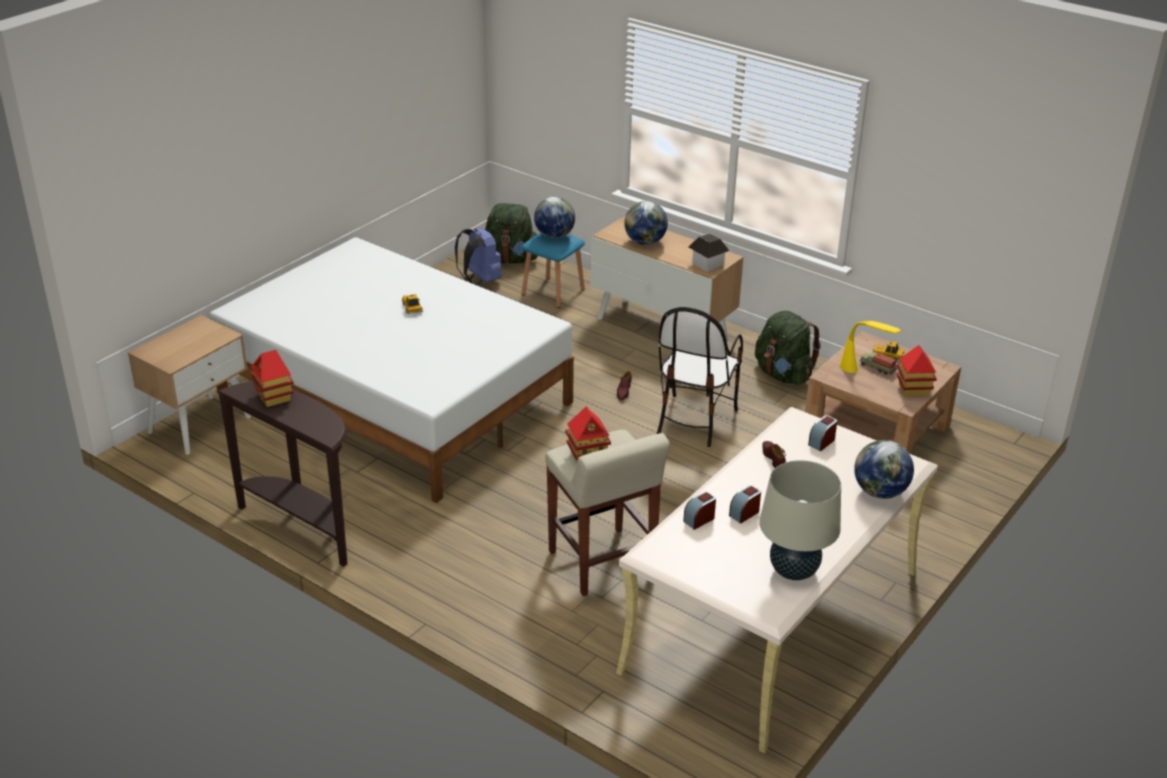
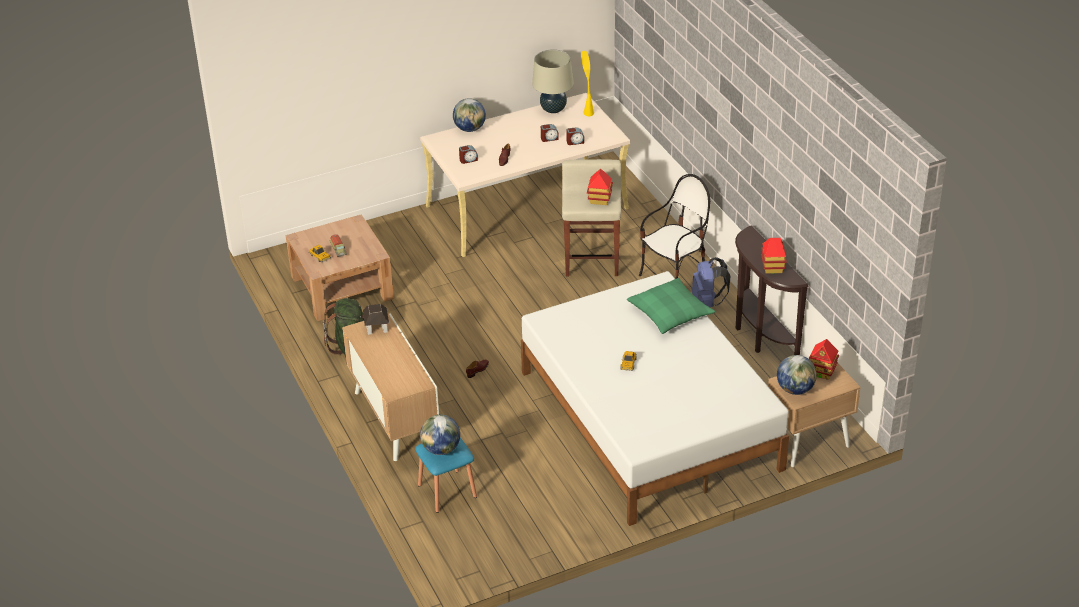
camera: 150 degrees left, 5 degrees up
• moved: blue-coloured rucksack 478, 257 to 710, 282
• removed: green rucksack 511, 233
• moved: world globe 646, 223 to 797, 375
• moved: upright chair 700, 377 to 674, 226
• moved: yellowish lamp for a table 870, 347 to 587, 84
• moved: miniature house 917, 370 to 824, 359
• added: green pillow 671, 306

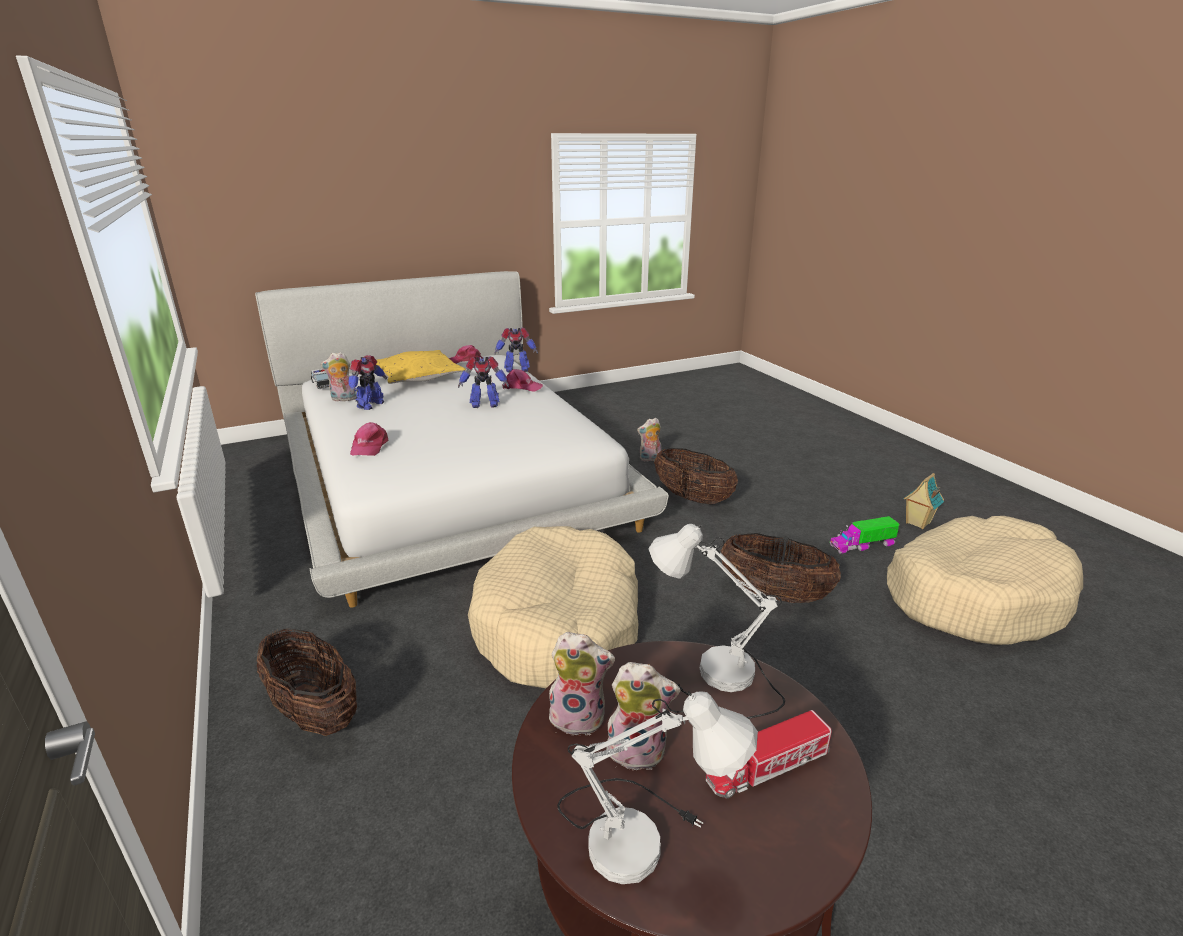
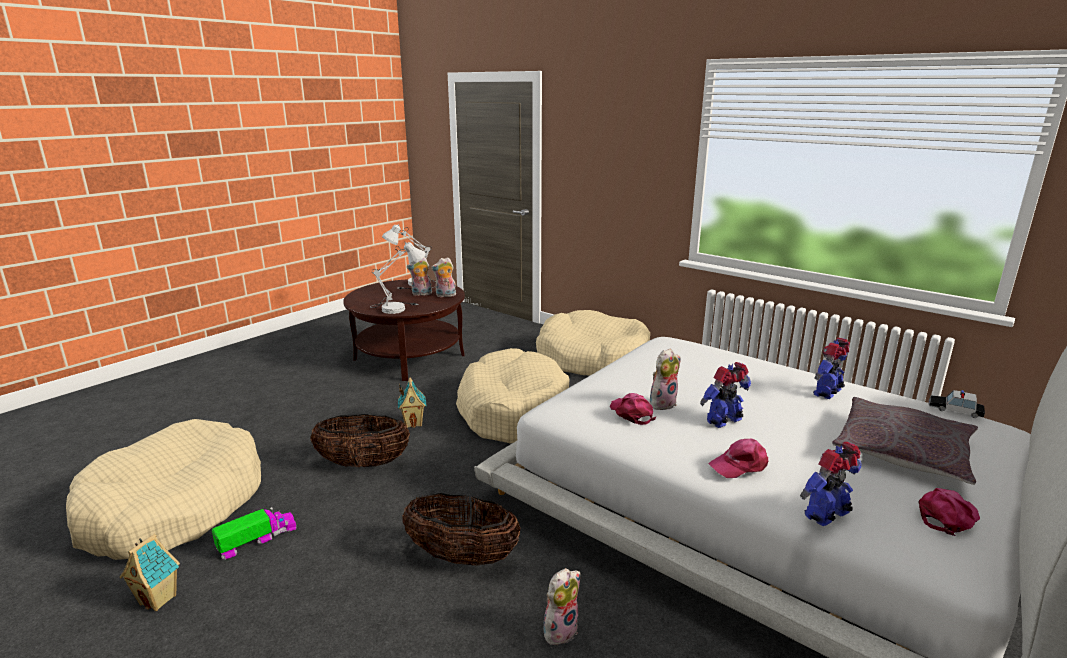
camera: 155 degrees right, 5 degrees down
• replaced: household basket 306, 681 to beige-coloured pet bed 593, 343
• moved: soft toy 338, 377 to 665, 379
• turned: model robot 368, 382 = 831, 368 45 degrees clockwise
• moved: pink baseball cap 369, 439 to 633, 409
• recoloured: yellowish pillow 421, 367 to grey pillow 905, 441
• removed: toy truck 769, 754
• added: miniature house 412, 403

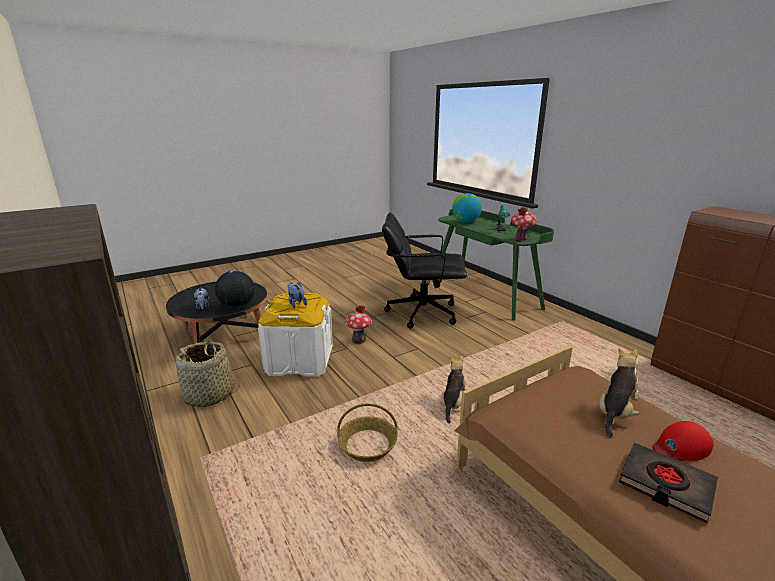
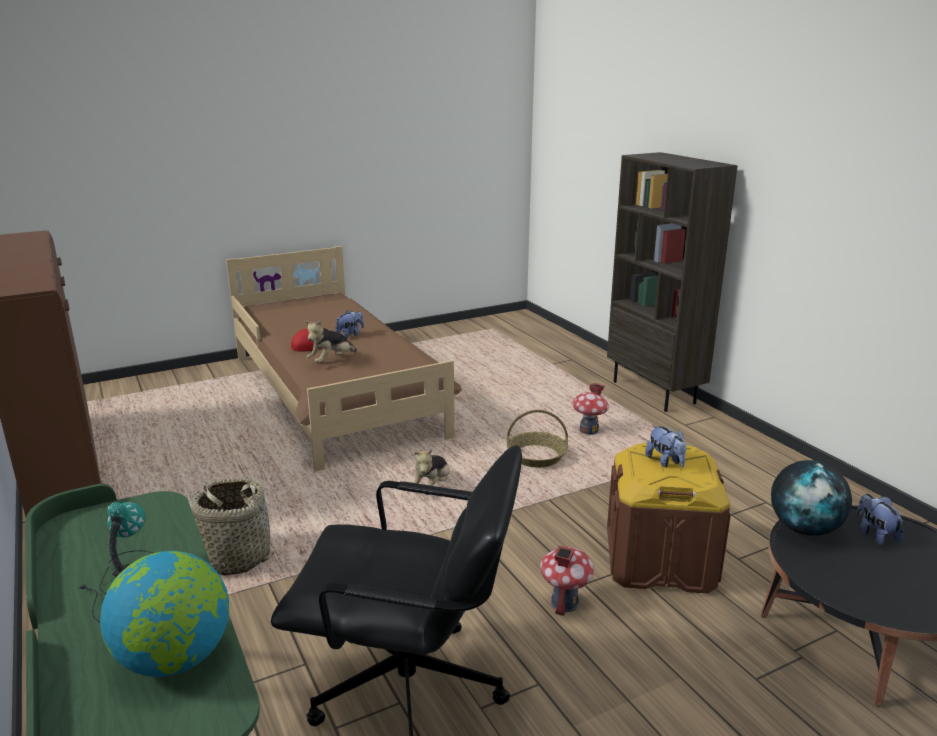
camera: 175 degrees left, 0 degrees up
• moved: household basket 207, 373 to 231, 527
• recoloured: white storage bin 295, 334 to brown storage bin 669, 518
• moved: miniature house 524, 224 to 590, 409
• replaced: black bound book 668, 483 to soft toy 349, 324

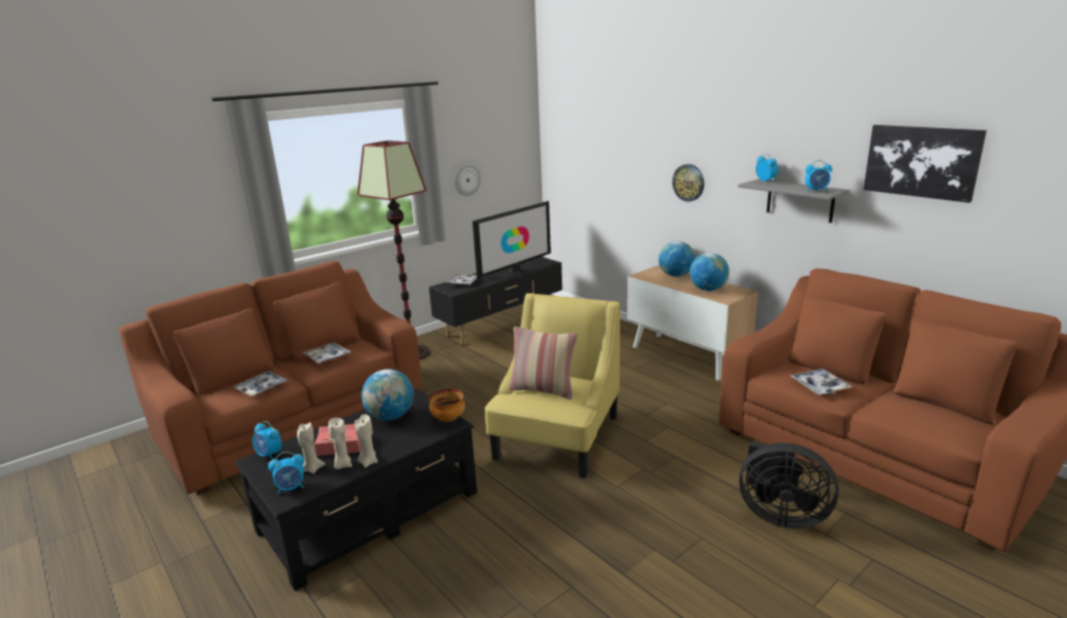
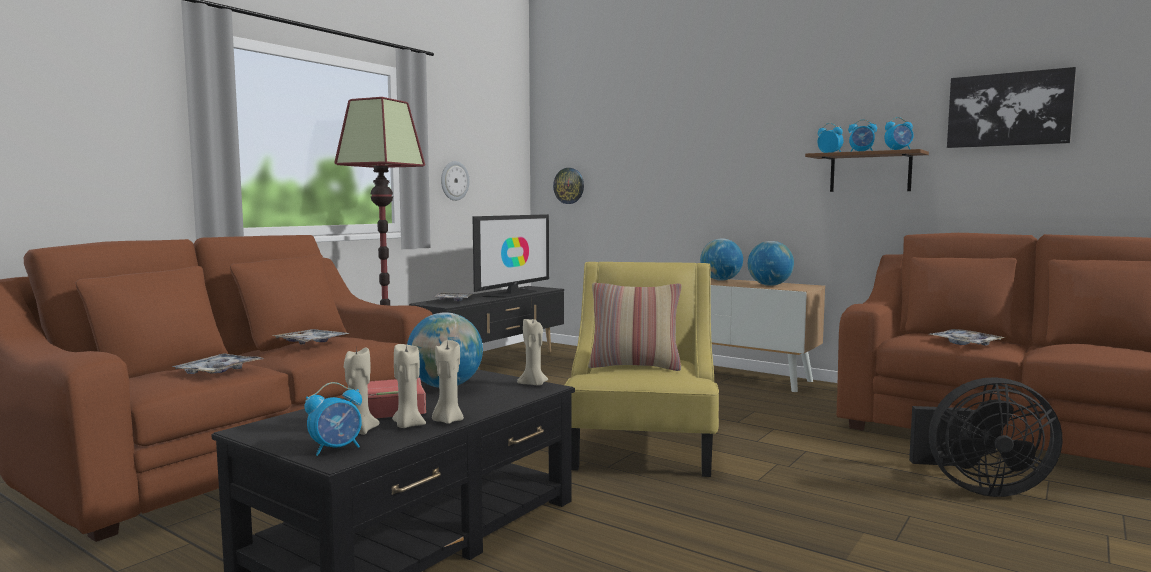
camera: 15 degrees left, 15 degrees down
• moved: table clock 267, 440 to 862, 135
• replaced: deep dish 447, 405 to beige-coloured wax light 532, 352
• moved: wall clock 688, 183 to 568, 186
• recoloured: grey shelf 794, 201 to brown shelf 867, 170

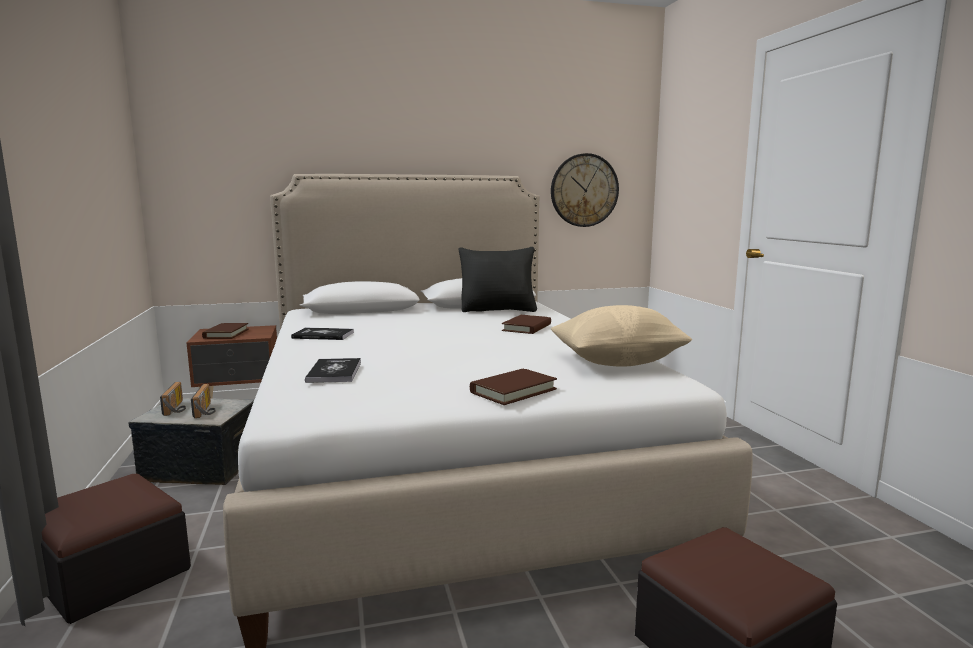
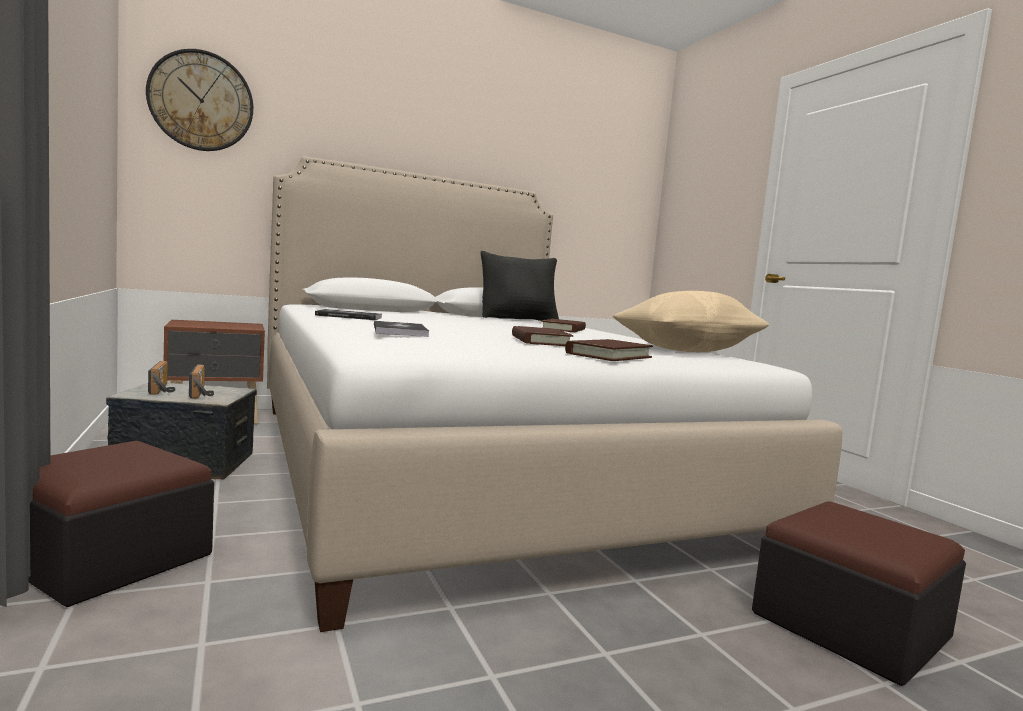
camera: 10 degrees left, 5 degrees down
• moved: brown bound book 225, 331 to 542, 336
• moved: wall clock 585, 190 to 199, 100

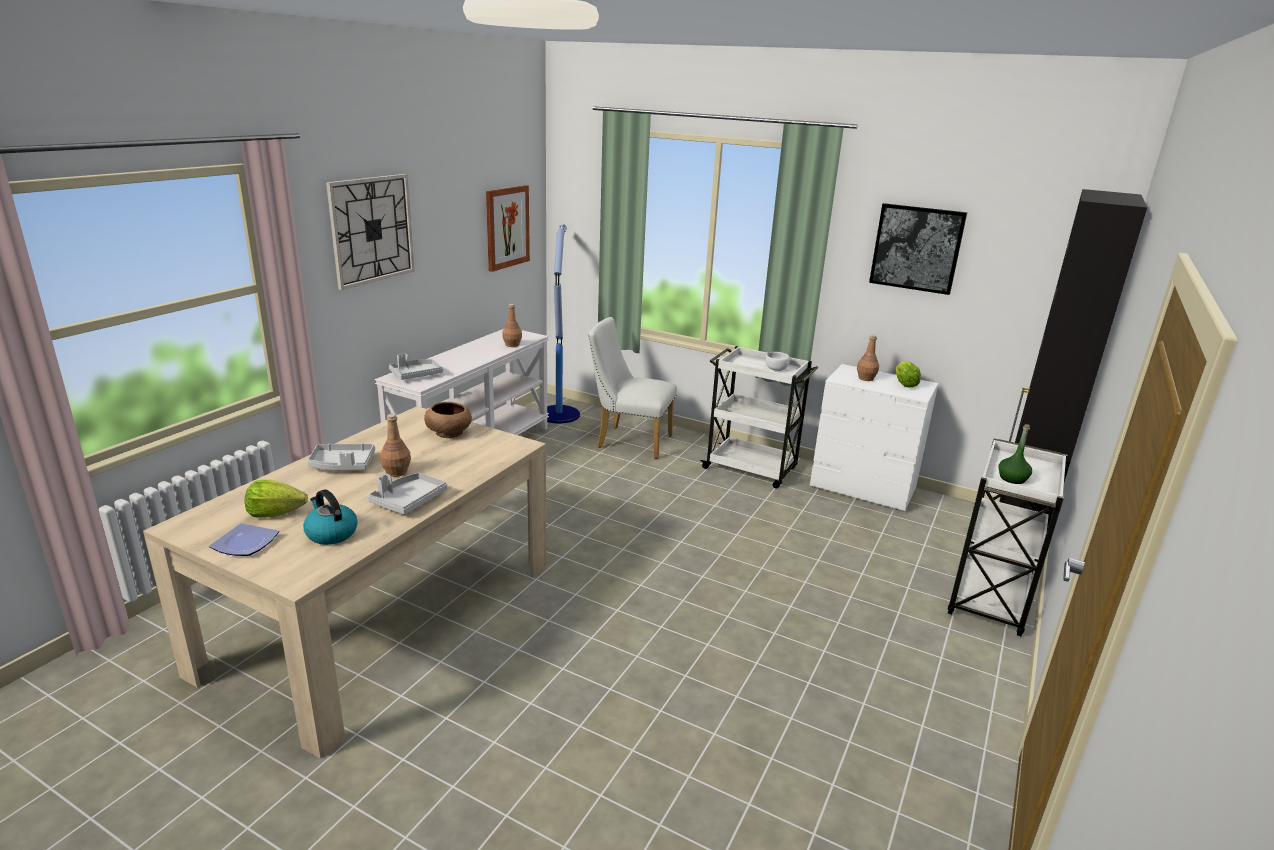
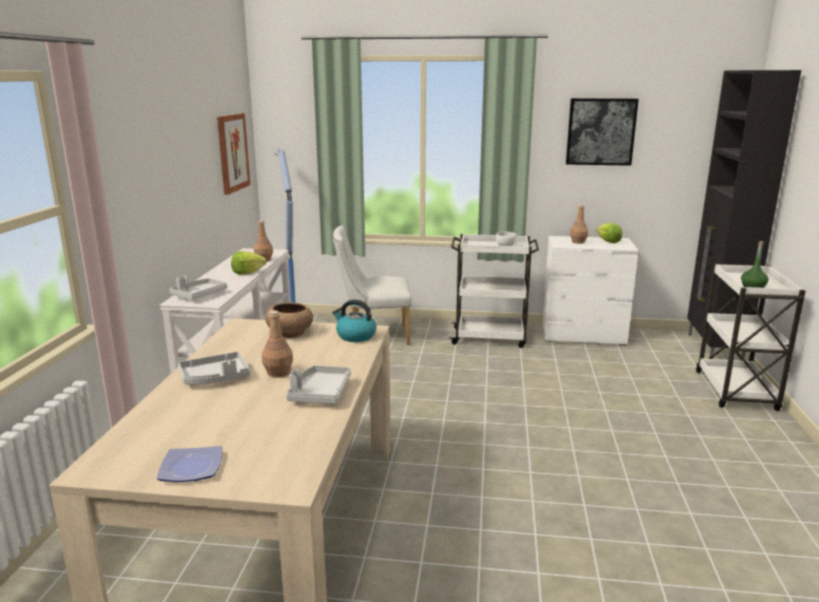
camera: 20 degrees left, 5 degrees down
• moved: lettuce head 276, 499 to 248, 263
• moved: kettle 330, 517 to 354, 321
• removed: wall clock 370, 232

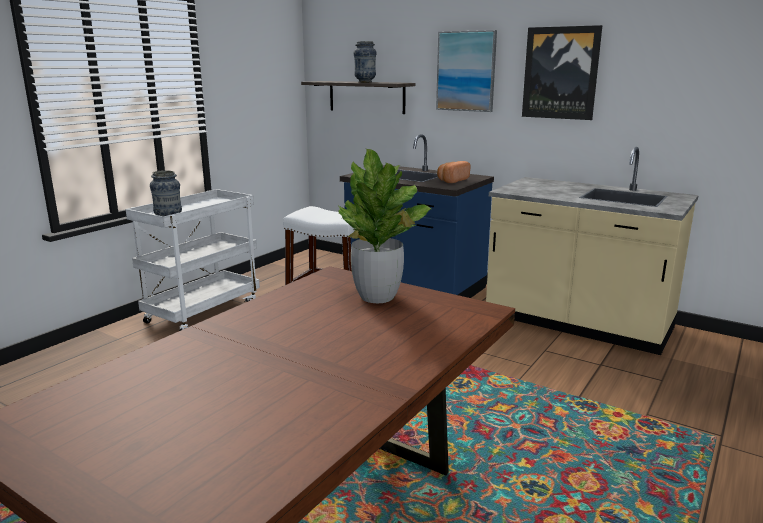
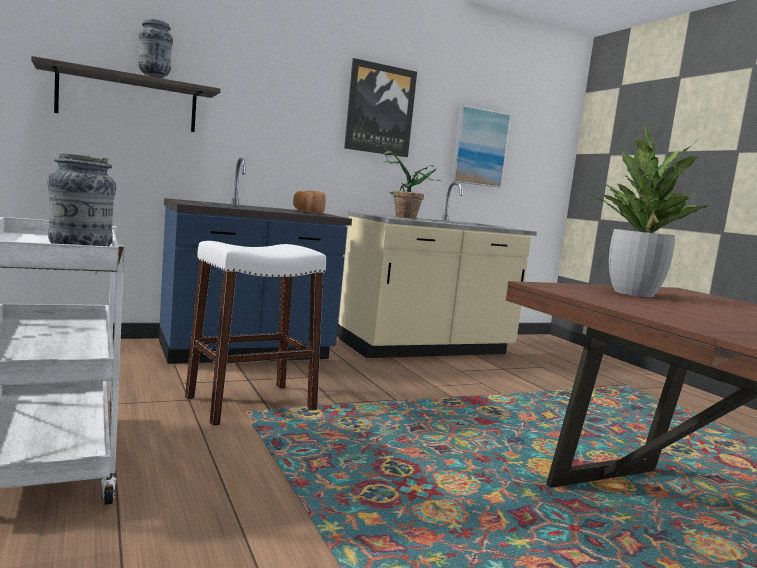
camera: 60 degrees left, 10 degrees down
• moved: wall art 466, 71 to 481, 146
• added: plant in a pot 411, 179

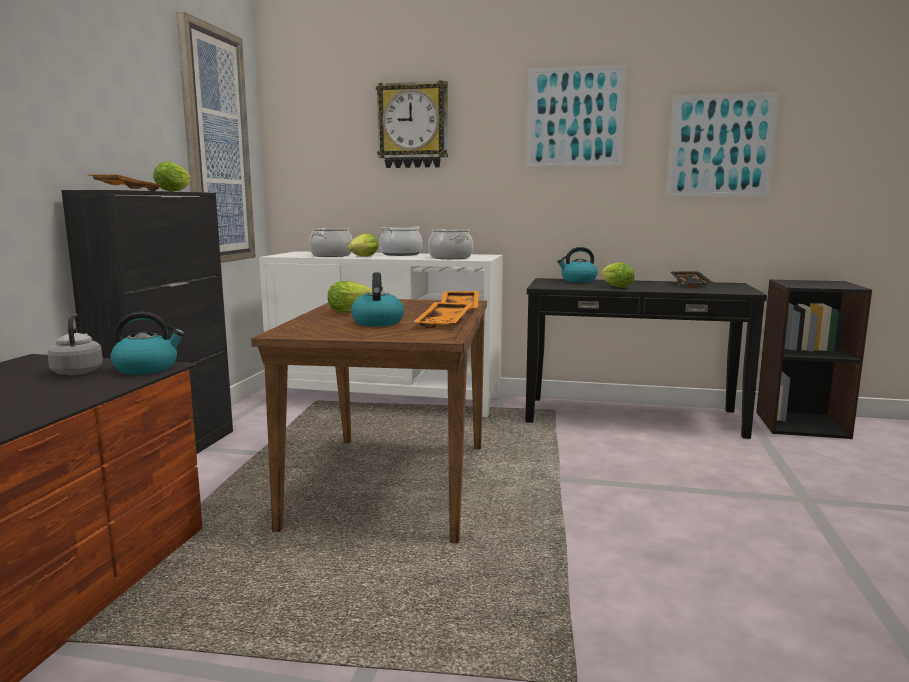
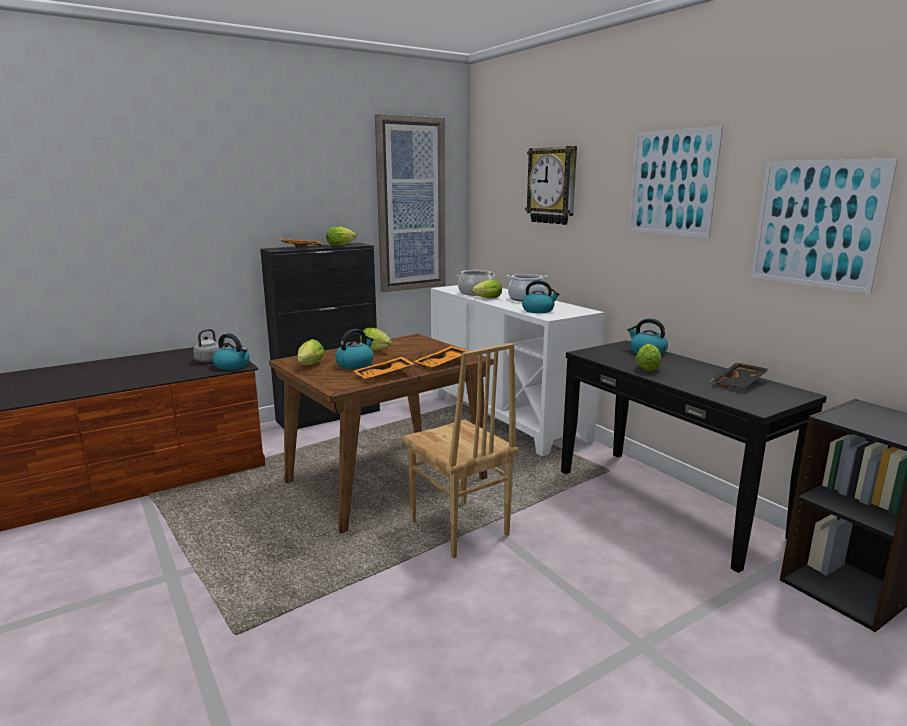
camera: 45 degrees right, 5 degrees up
• replaced: stockpot 450, 244 to kettle 541, 296
• added: lettuce head 311, 352
• added: brown upright chair 459, 450

